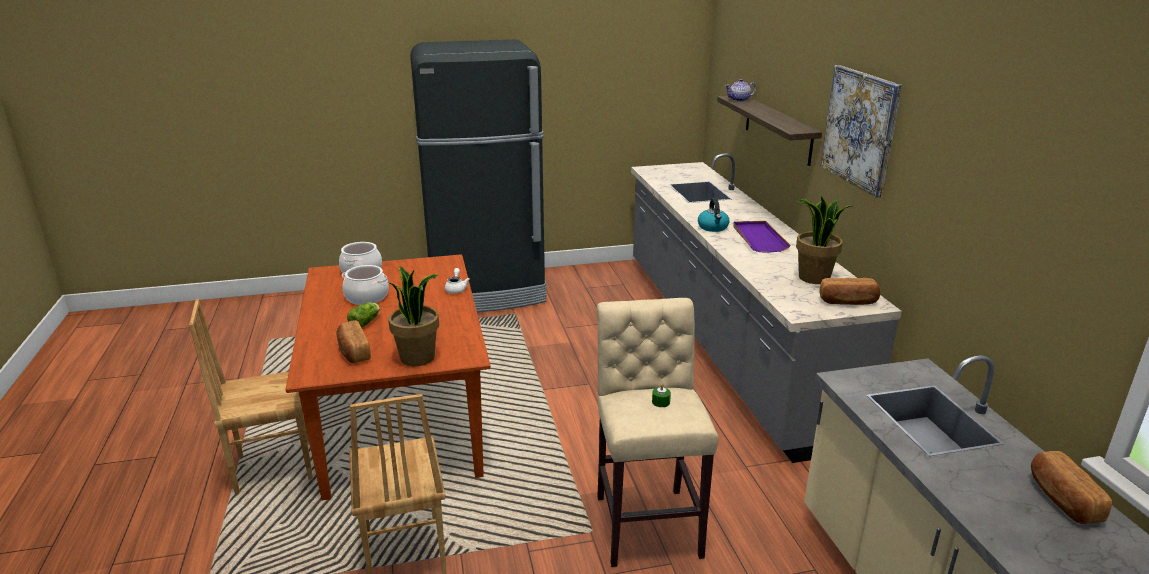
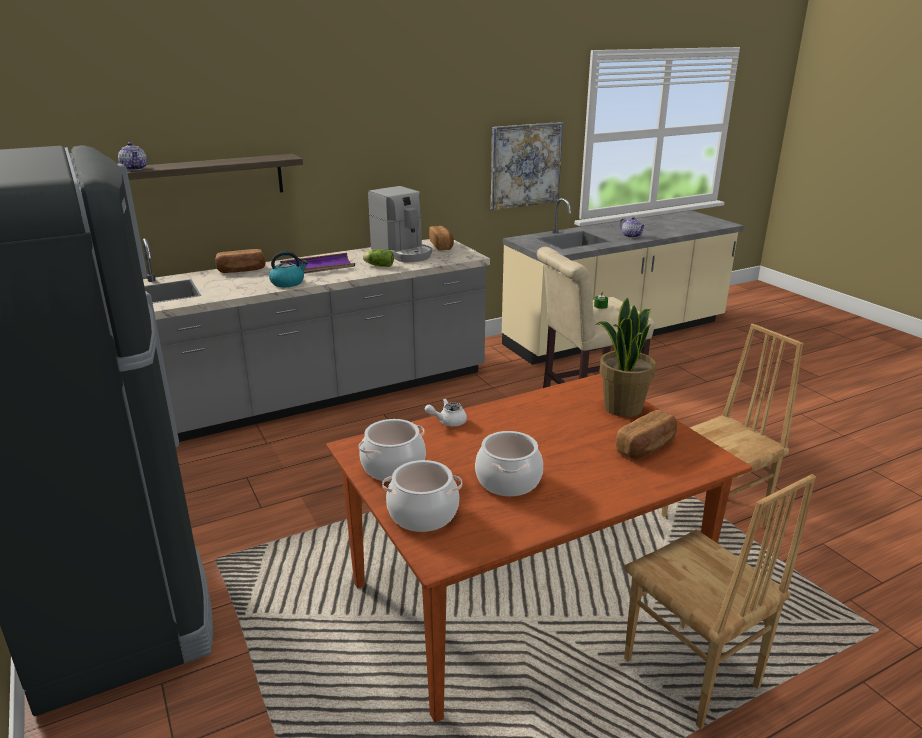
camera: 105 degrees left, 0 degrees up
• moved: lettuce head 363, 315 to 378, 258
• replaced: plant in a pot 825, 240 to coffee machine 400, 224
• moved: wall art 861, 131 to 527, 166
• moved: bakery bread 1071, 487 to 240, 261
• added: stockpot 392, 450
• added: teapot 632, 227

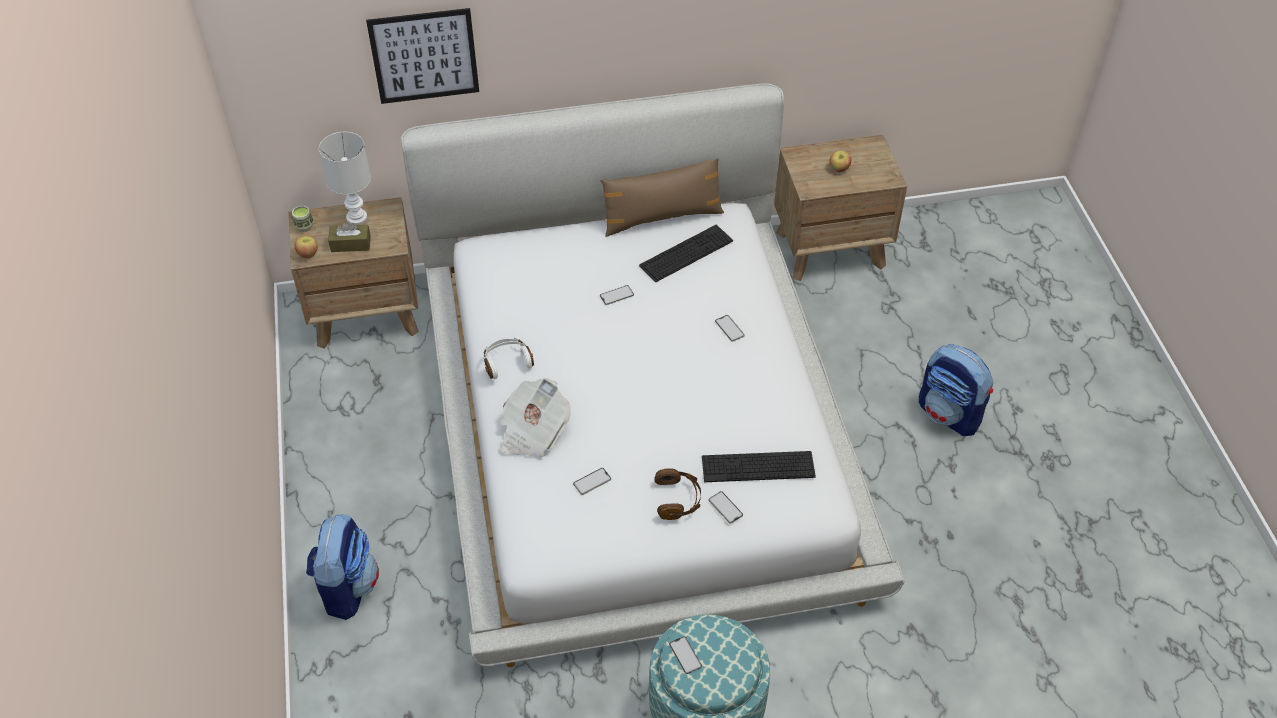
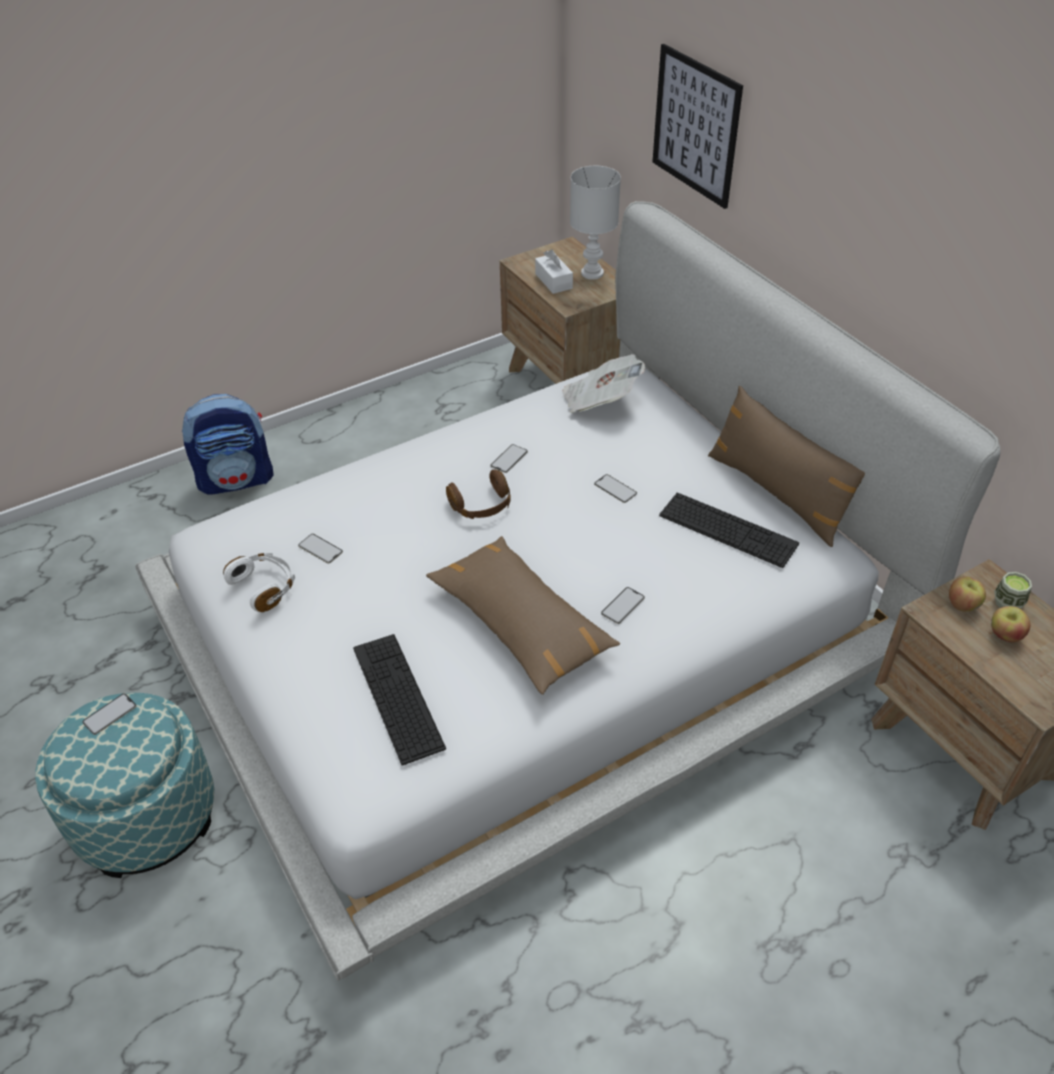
camera: 70 degrees right, 5 degrees down
• moved: cup 303, 219 to 1013, 590
• moved: apple fruit 306, 247 to 967, 593
• recoloured: brown box of tissues 349, 237 to white box of tissues 554, 271
• moved: white headset 508, 358 to 259, 582
• moved: daily paper 536, 417 to 603, 383
• moved: brown headset 677, 494 to 478, 494
• moved: telephone 725, 507 to 509, 458
• removed: rucksack 956, 390
• added: brown pillow 523, 615

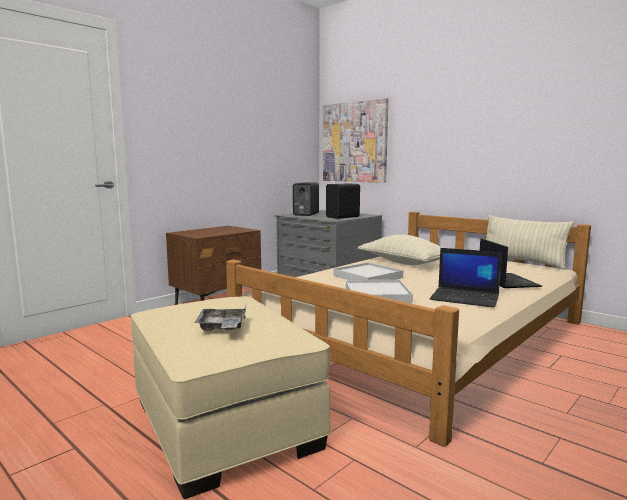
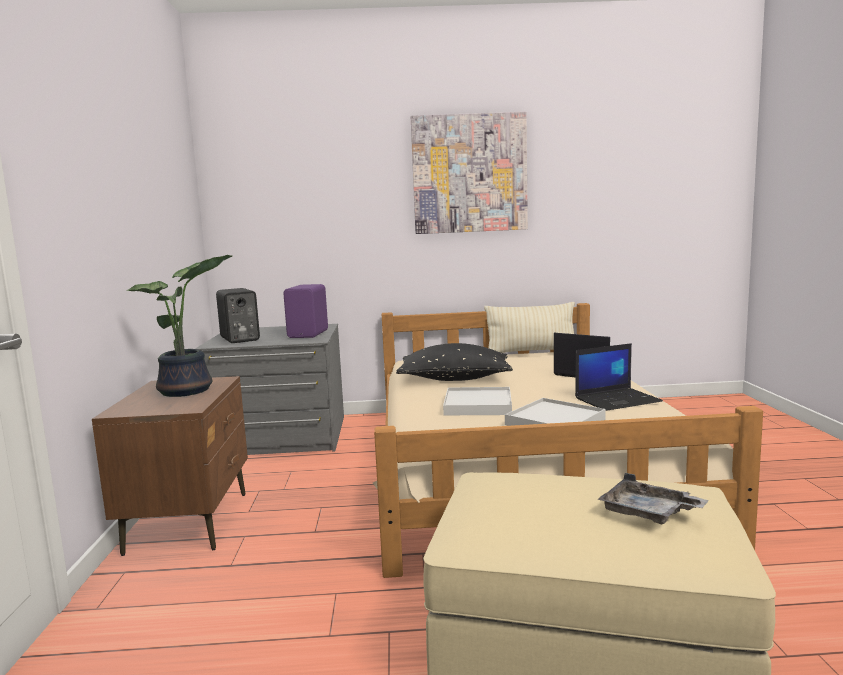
camera: 45 degrees left, 0 degrees up
• moved: wall art 355, 140 to 469, 173
• recoloured: black speaker 343, 201 to purple speaker 305, 311
• recoloured: beige-coloured pillow 400, 250 to black pillow 454, 362
• added: plant in a pot 179, 326

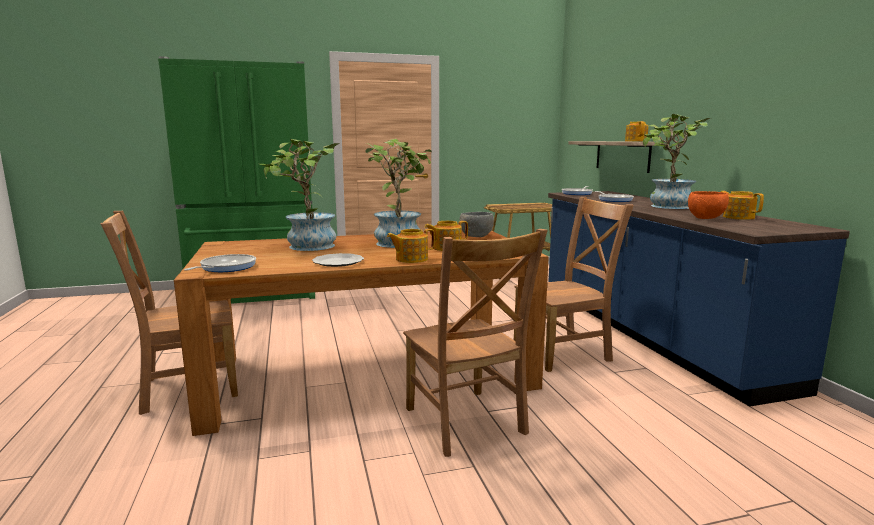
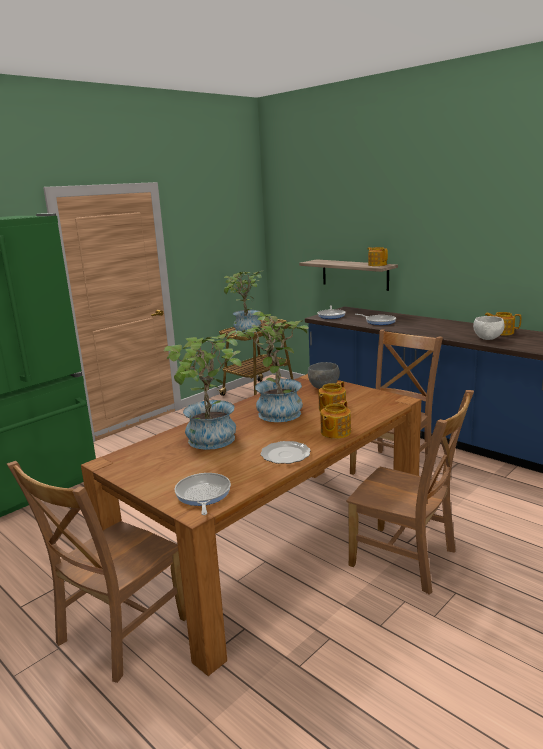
camera: 30 degrees left, 5 degrees up
• moved: plant in a pot 676, 161 to 243, 302
• recoloured: orangey deep dish 708, 205 to white deep dish 489, 328

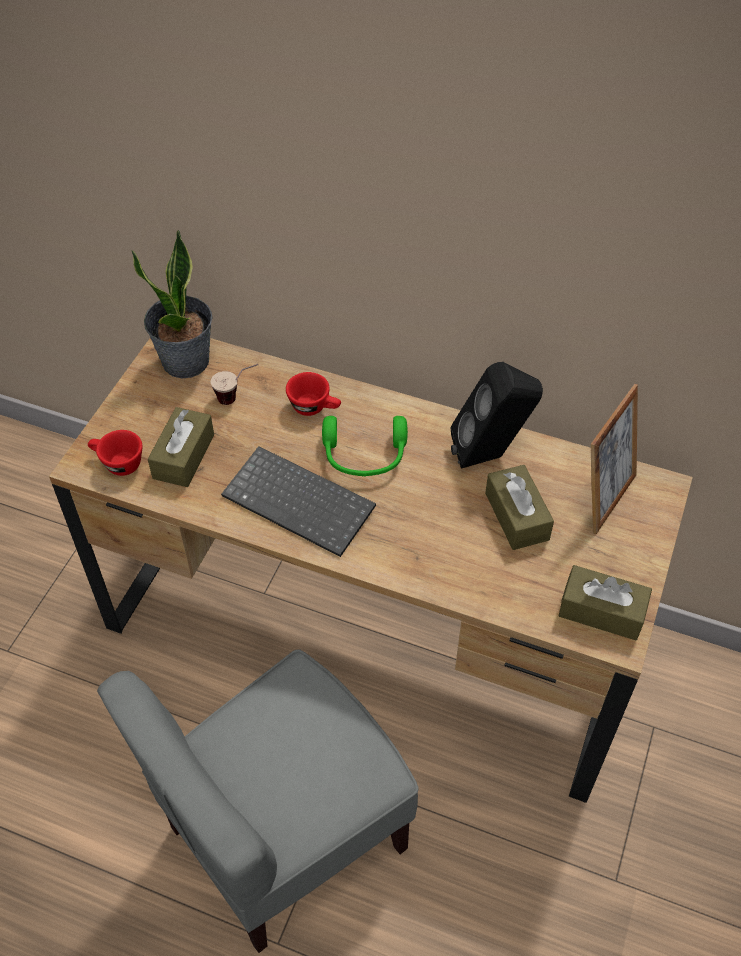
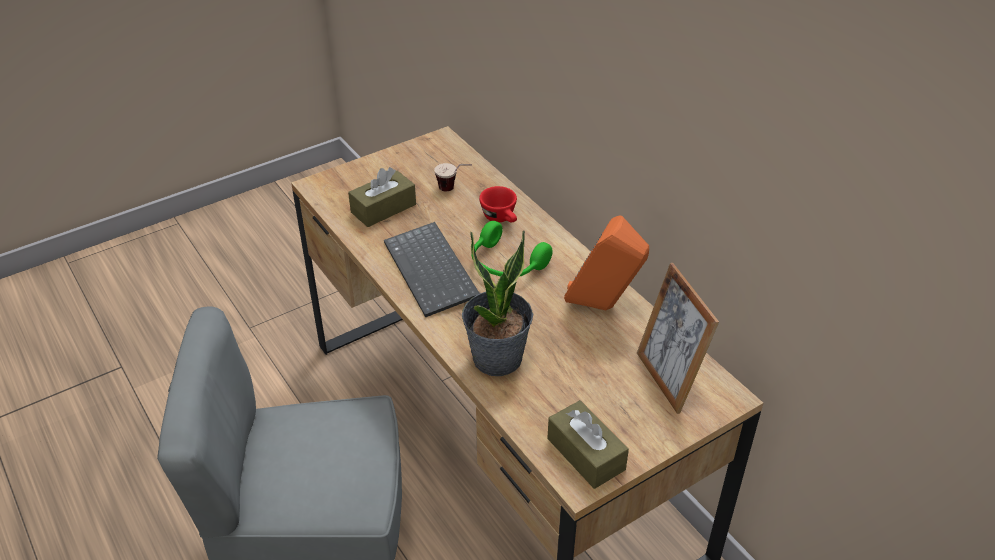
camera: 35 degrees right, 10 degrees down
• removed: red-coloured cup 115, 453
• moved: plant in a pot 172, 303 to 497, 303
• recoloured: black speaker 496, 415 to orangey speaker 606, 262
• removed: brown box of tissues 519, 507
• turned: picture frame 614, 459 = 678, 338 90 degrees clockwise

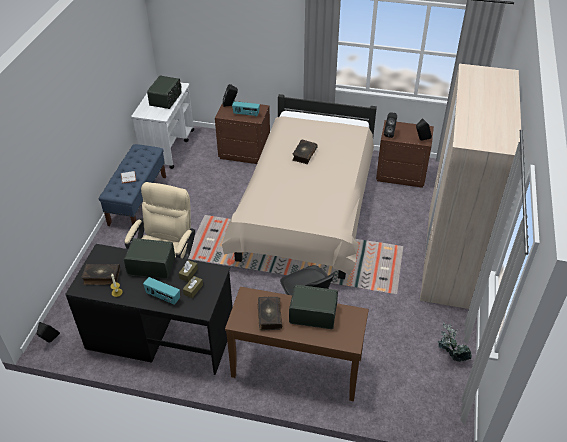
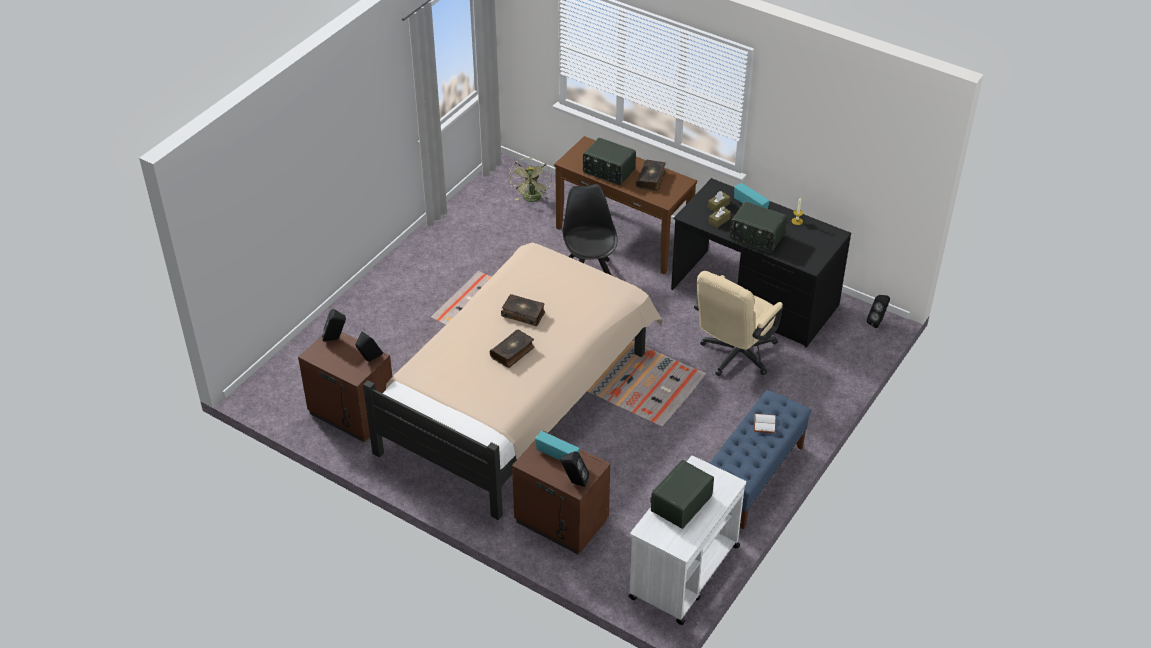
camera: 160 degrees left, 0 degrees up
• moved: bound book 100, 274 to 523, 310
• removed: beige-coloured armoire 470, 186
• removed: plant in a pot 455, 342
• added: green cooling fan 530, 180

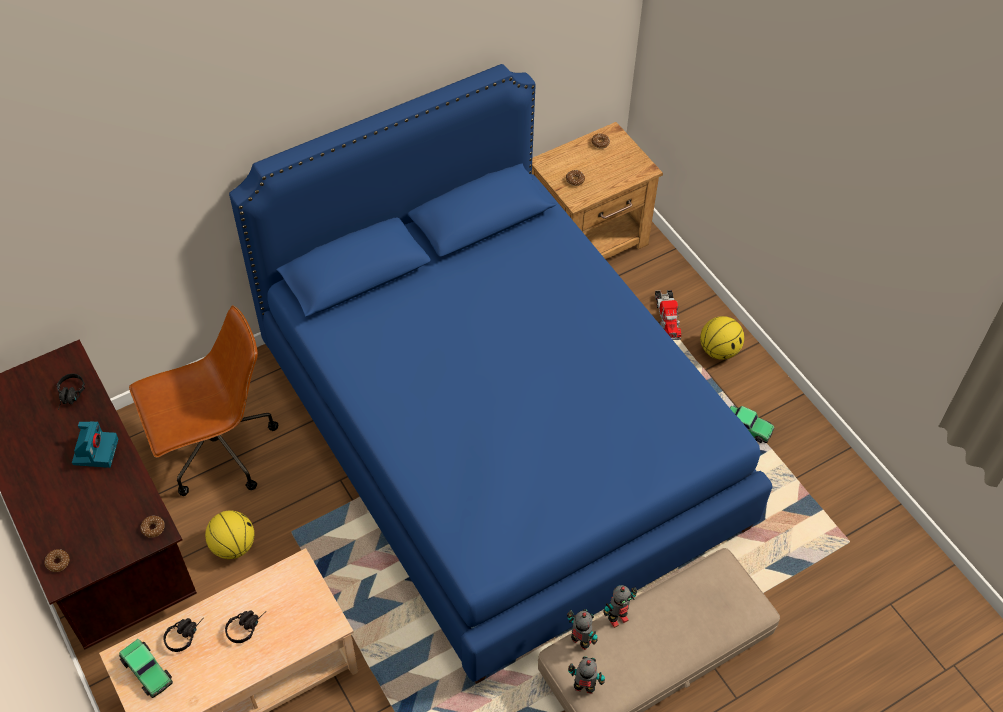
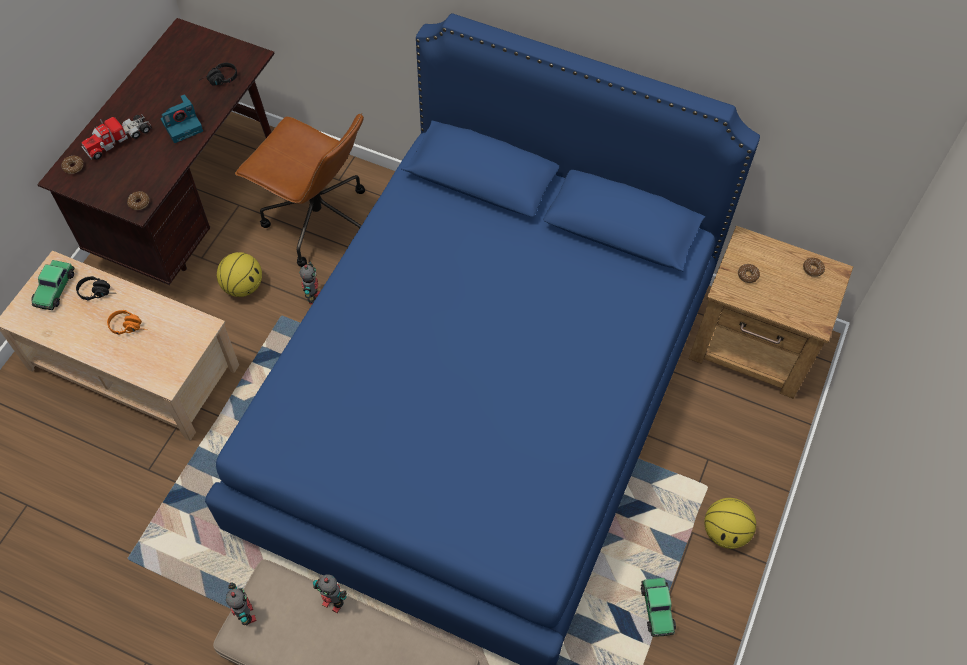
camera: 55 degrees right, 5 degrees up
• recoloured: black headset 245, 626 to orangey headset 127, 322
• moved: model robot 582, 629 to 310, 282
• moved: toy truck 668, 315 to 116, 137

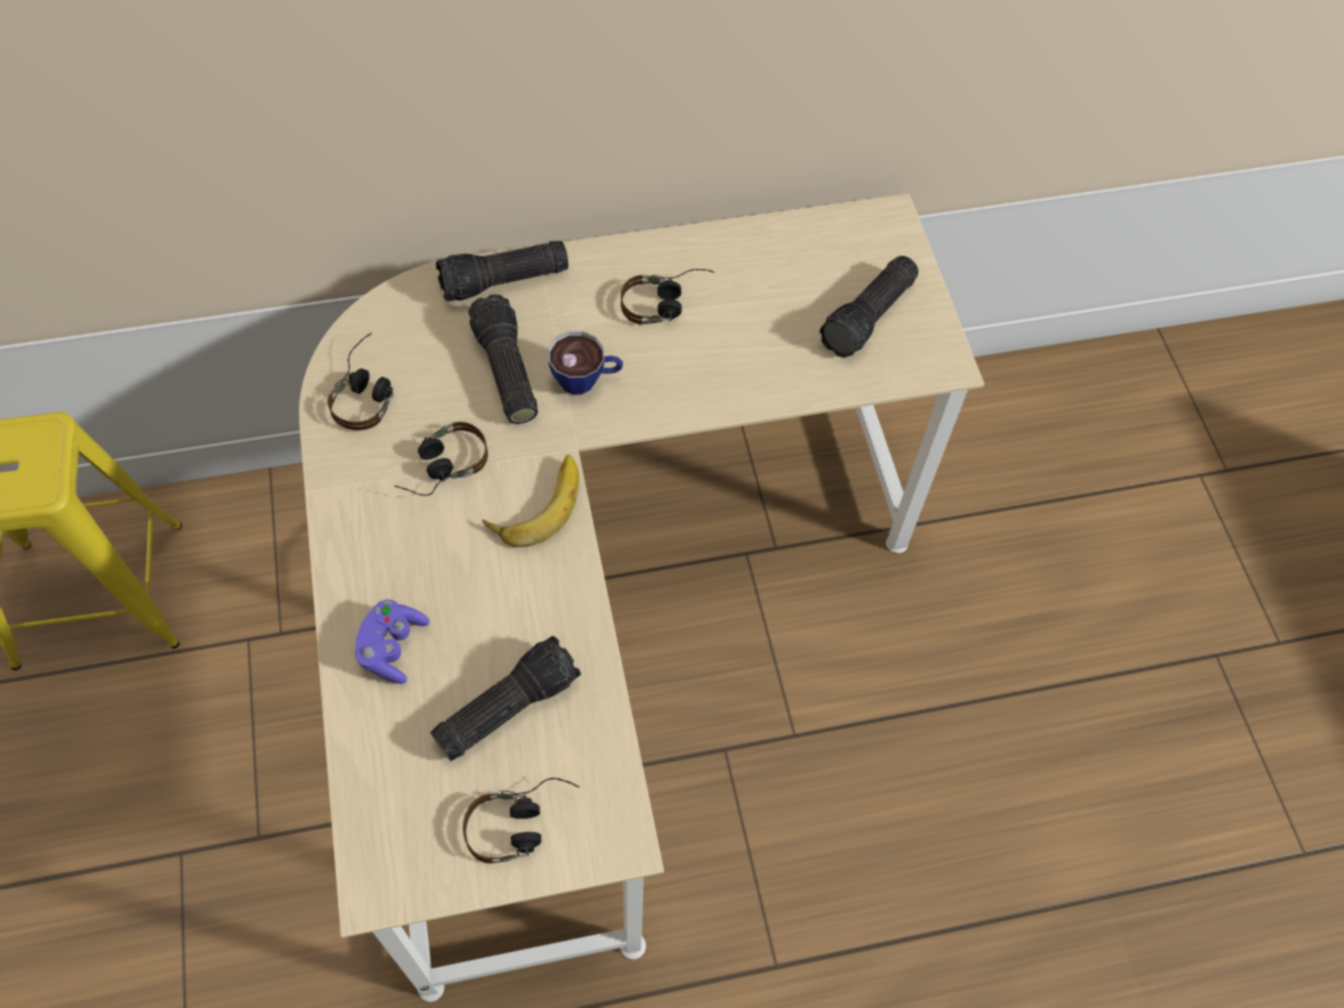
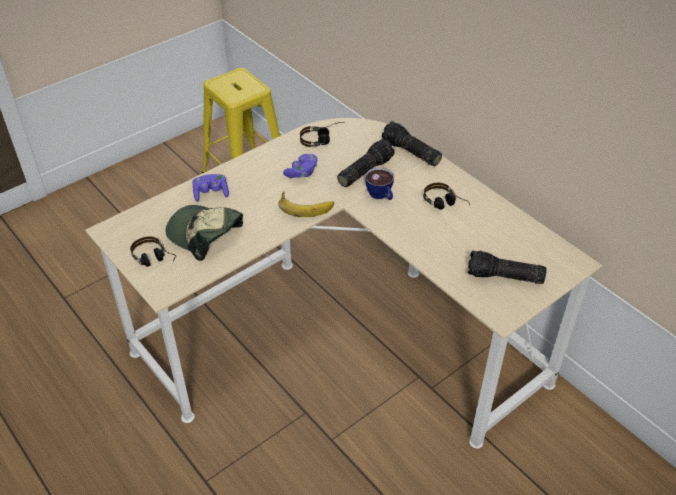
camera: 65 degrees right, 15 degrees down
• replaced: headset 441, 459 to purple game controller 300, 166
• replaced: torch 505, 698 to baseball cap 204, 233

